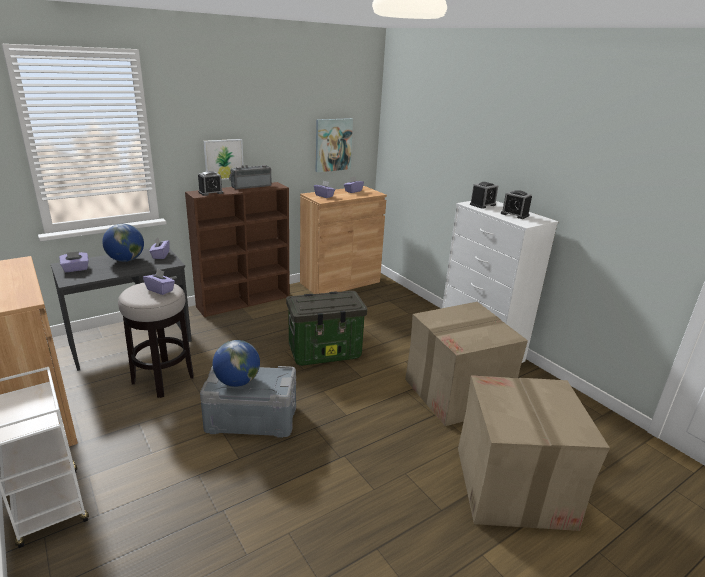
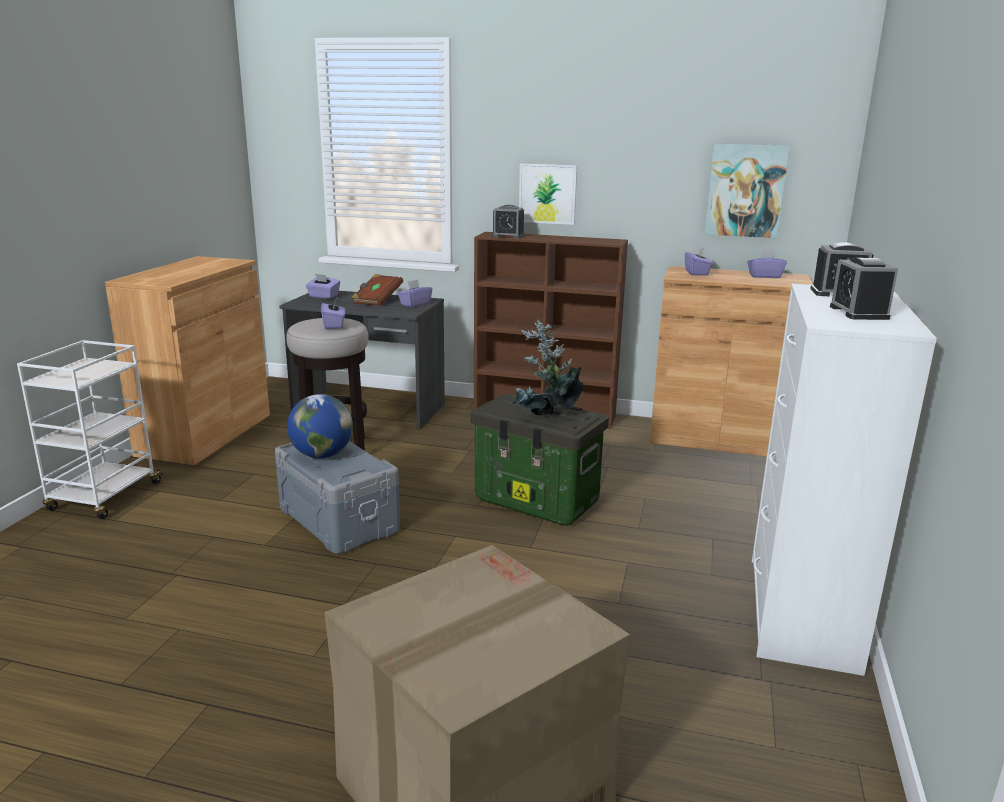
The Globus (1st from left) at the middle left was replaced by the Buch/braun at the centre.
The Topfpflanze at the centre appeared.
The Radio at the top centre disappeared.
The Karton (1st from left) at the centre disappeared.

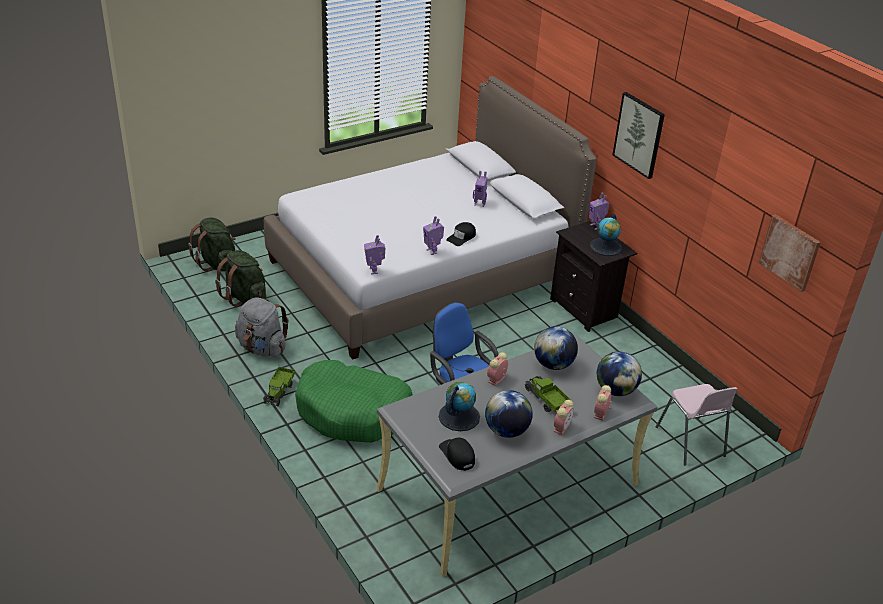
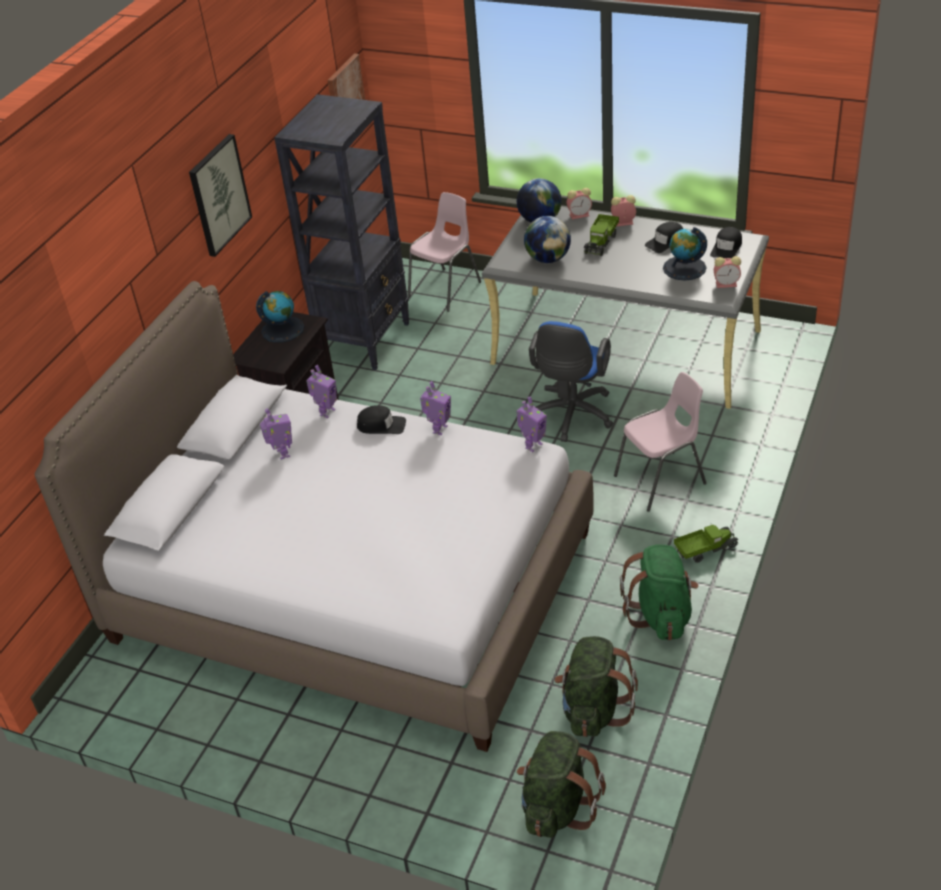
The Bücherregal/schwarz at the top centre appeared.
The Spielzeugroboter (4th from left in the first image) moved from the middle right to the centre.
The Hundebett/grün at the centre was replaced by the Stuhl/rosa (2nd from left) at the middle right.
The Rucksack/grau at the middle left became the Rucksack/grün (3rd from left) at the middle right.
The Globus (2nd from left) at the bottom centre was replaced by the Kappe/schwarz (2nd from left) at the top right.
The Wecker (1st from left in the first image) moved from the centre to the top right.

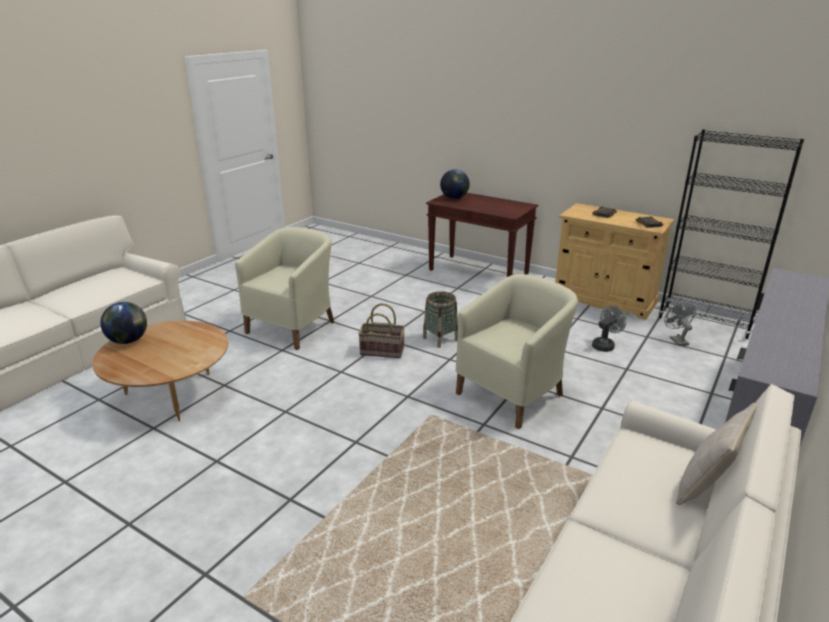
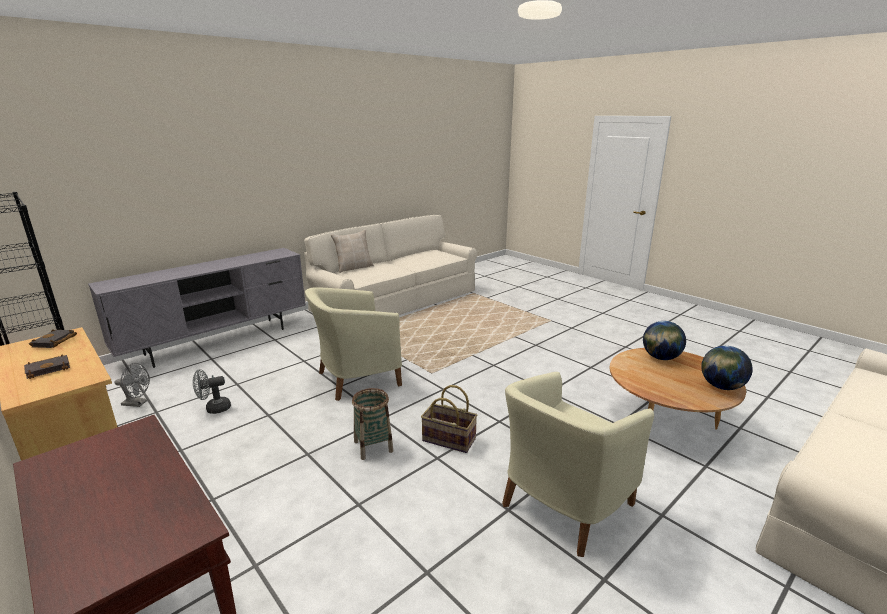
The Ventilator/grau (2nd from left in the first image) at the middle right turned 90 degrees counterclockwise.
The Globus (2nd from left in the first image) moved from the top centre to the middle right.

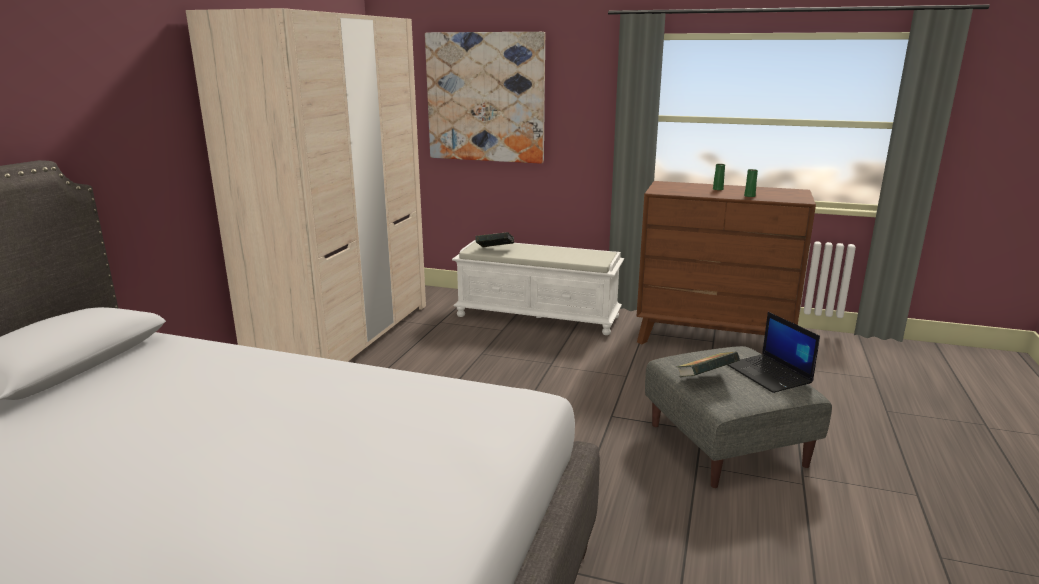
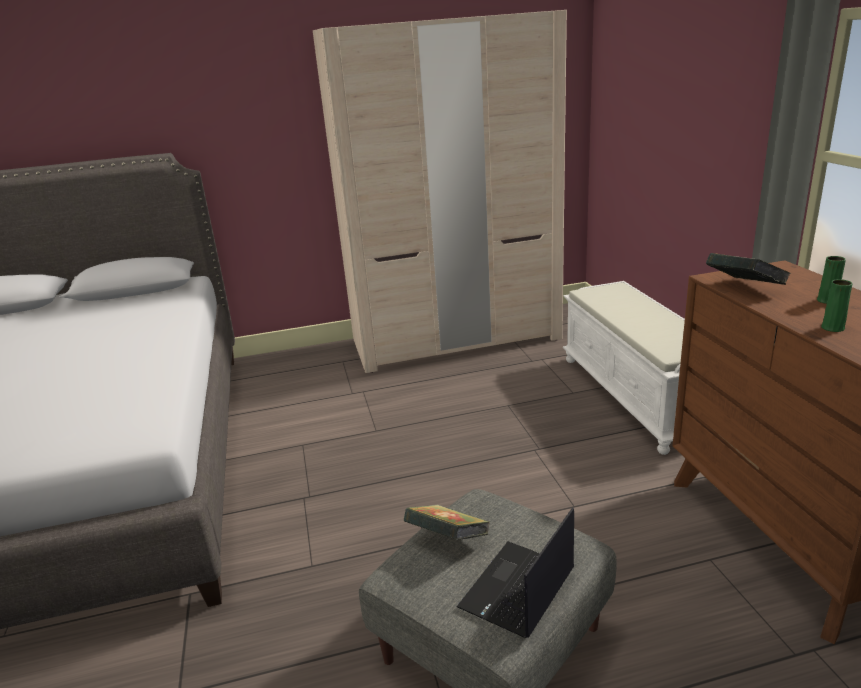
The Buch (1st from left in the first image) moved from the centre to the middle right.
The Bild at the top centre disappeared.

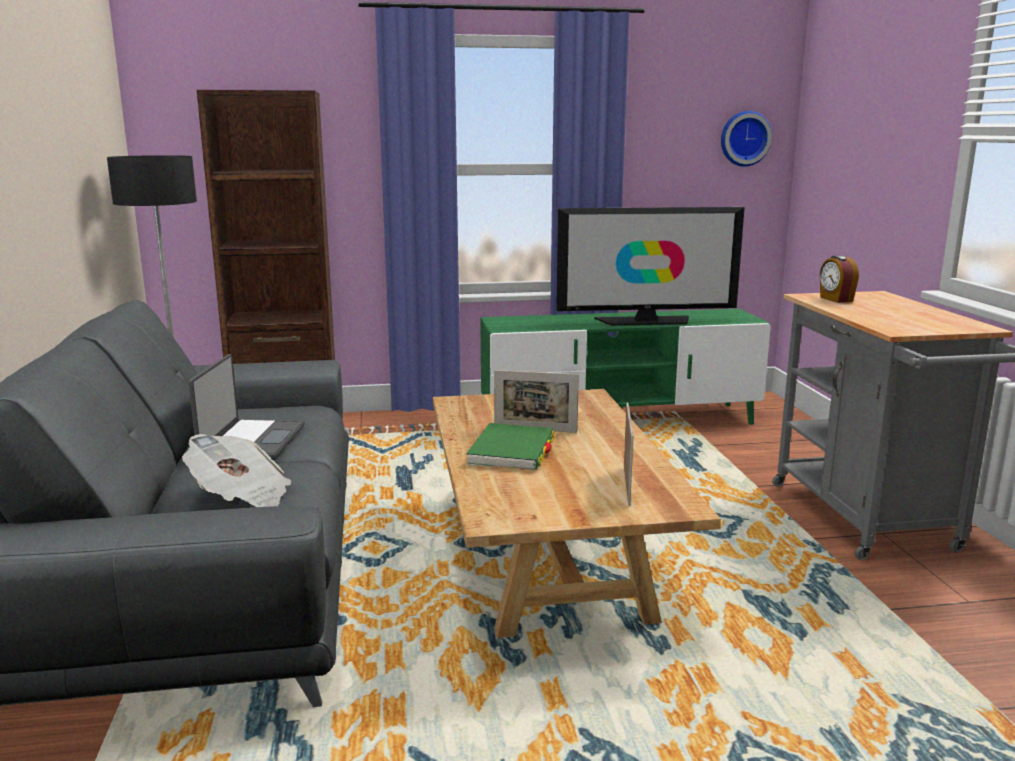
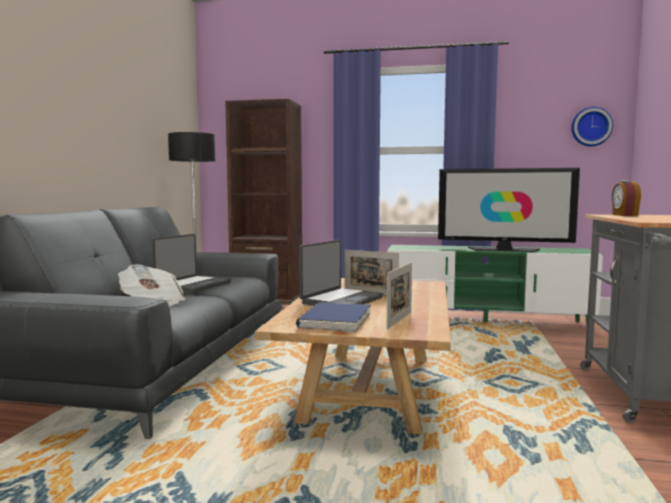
The Buch/blau at the centre appeared.
The Buch/grün at the centre was replaced by the Laptop (2nd from left) at the centre.

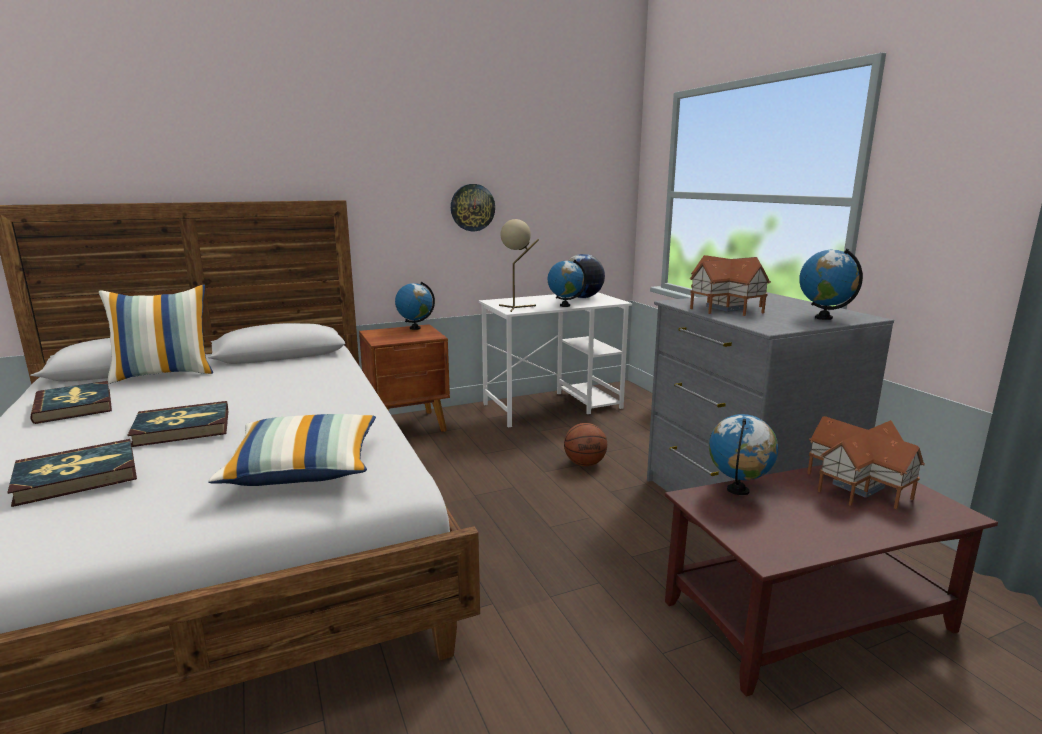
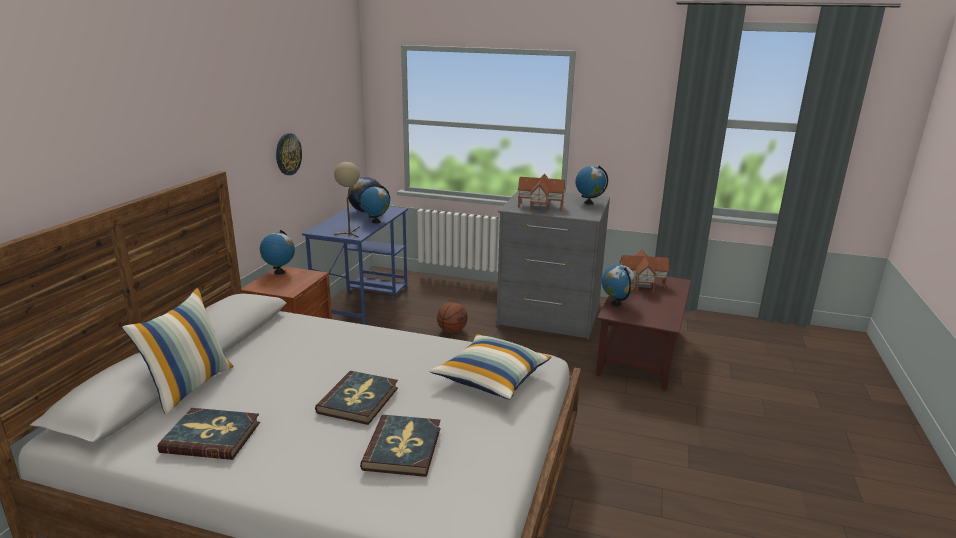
The Schreibtisch/weiß at the centre became the Schreibtisch/blau at the centre.

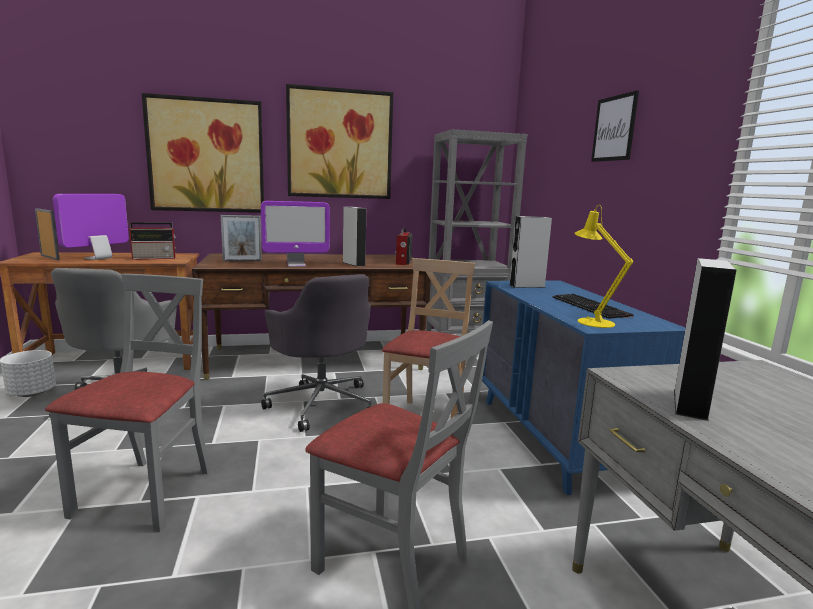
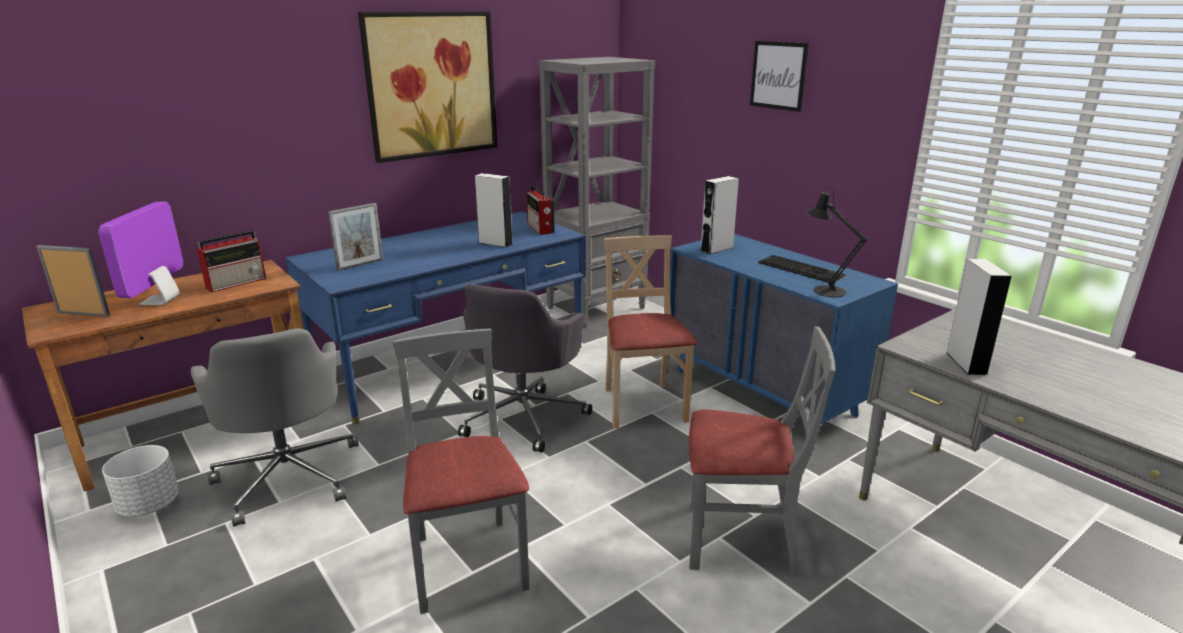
The Schreibtisch/braun (2nd from left) at the centre became the Schreibtisch/blau at the centre.
The Bürostuhl/grau (2nd from left) at the centre turned 75 degrees clockwise.
The Tischlampe/gelb at the middle right became the Tischlampe/schwarz at the middle right.
The Bild (1st from left) at the top left disappeared.
The Monitor (2nd from left) at the centre disappeared.

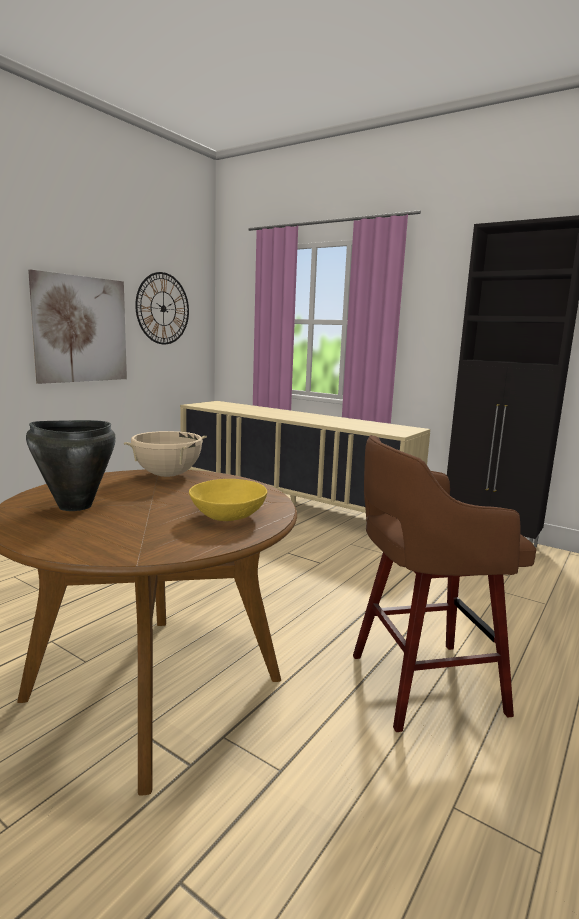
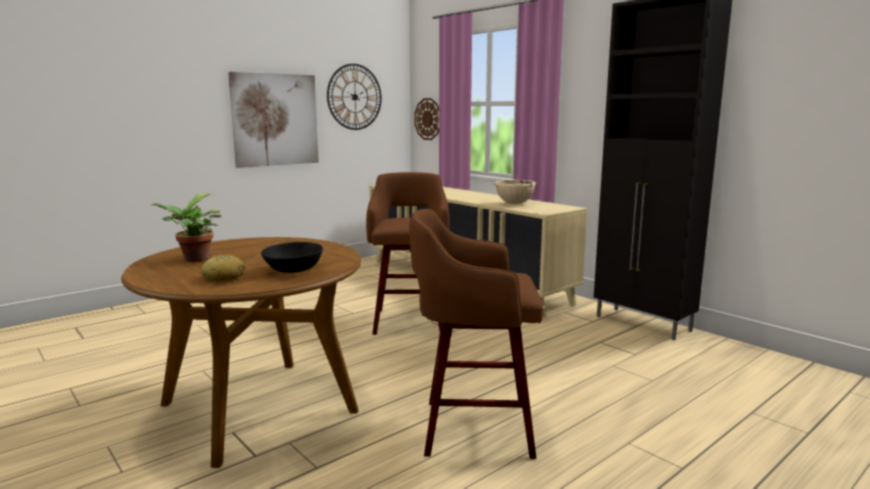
The Kochtopf/schwarz at the middle left was replaced by the Topfpflanze at the middle left.
The Brot at the middle left appeared.
The Schüssel/gelb at the centre became the Schüssel/schwarz at the centre.
The Hocker/braun (1st from left) at the centre appeared.
The Wanduhr (2nd from left) at the top centre appeared.
The Kochtopf/beige moved from the middle left to the centre.

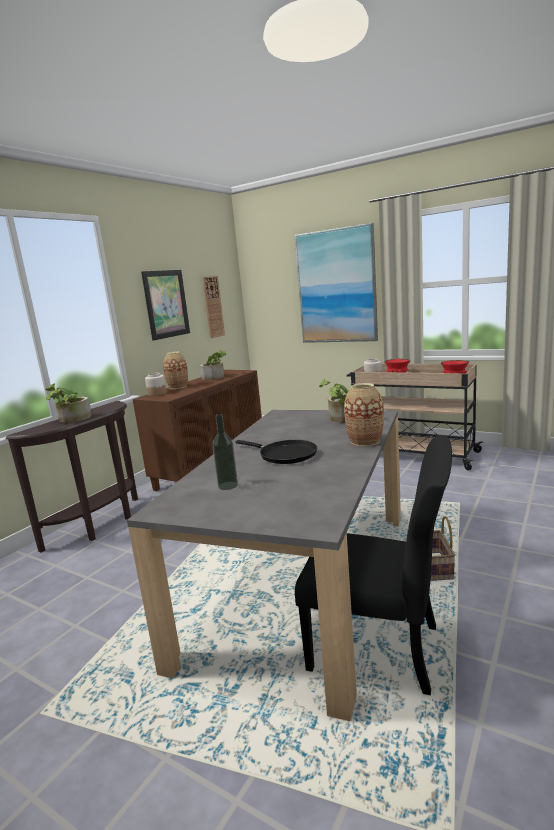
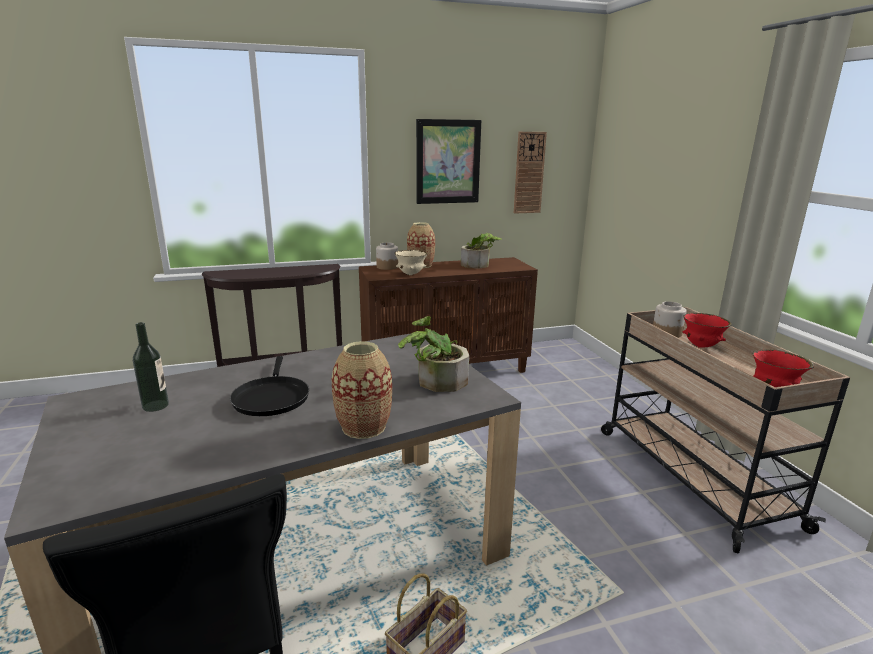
The Schüssel/beige at the centre appeared.
The Topfpflanze (1st from left) at the middle left disappeared.
The Bild (2nd from left) at the centre disappeared.

